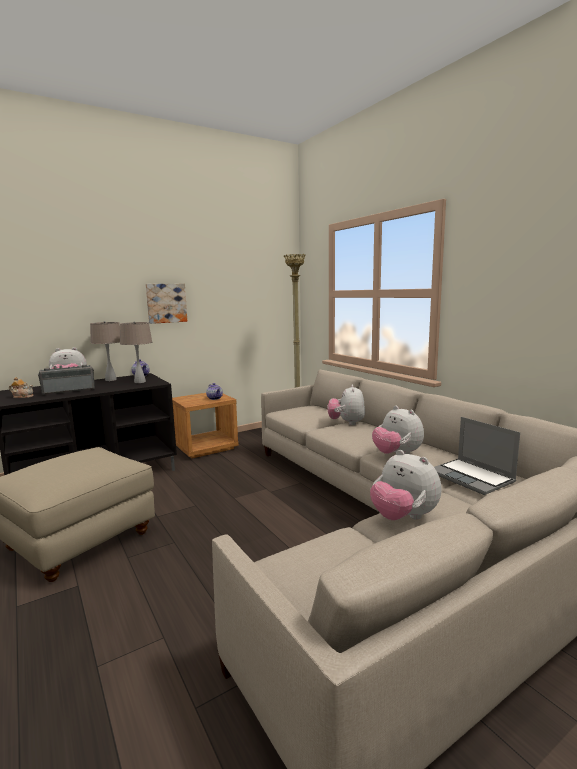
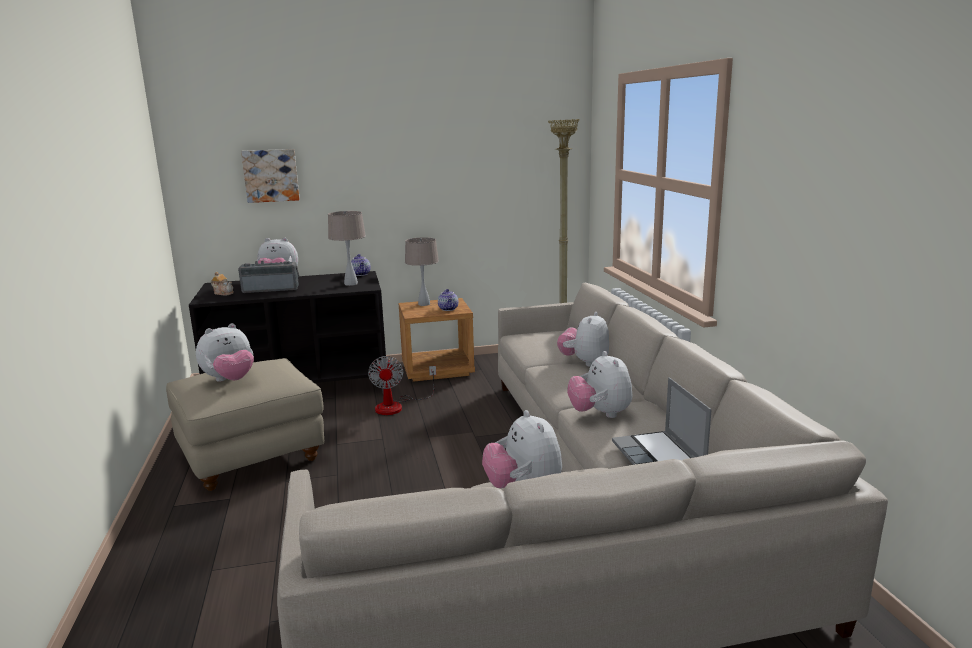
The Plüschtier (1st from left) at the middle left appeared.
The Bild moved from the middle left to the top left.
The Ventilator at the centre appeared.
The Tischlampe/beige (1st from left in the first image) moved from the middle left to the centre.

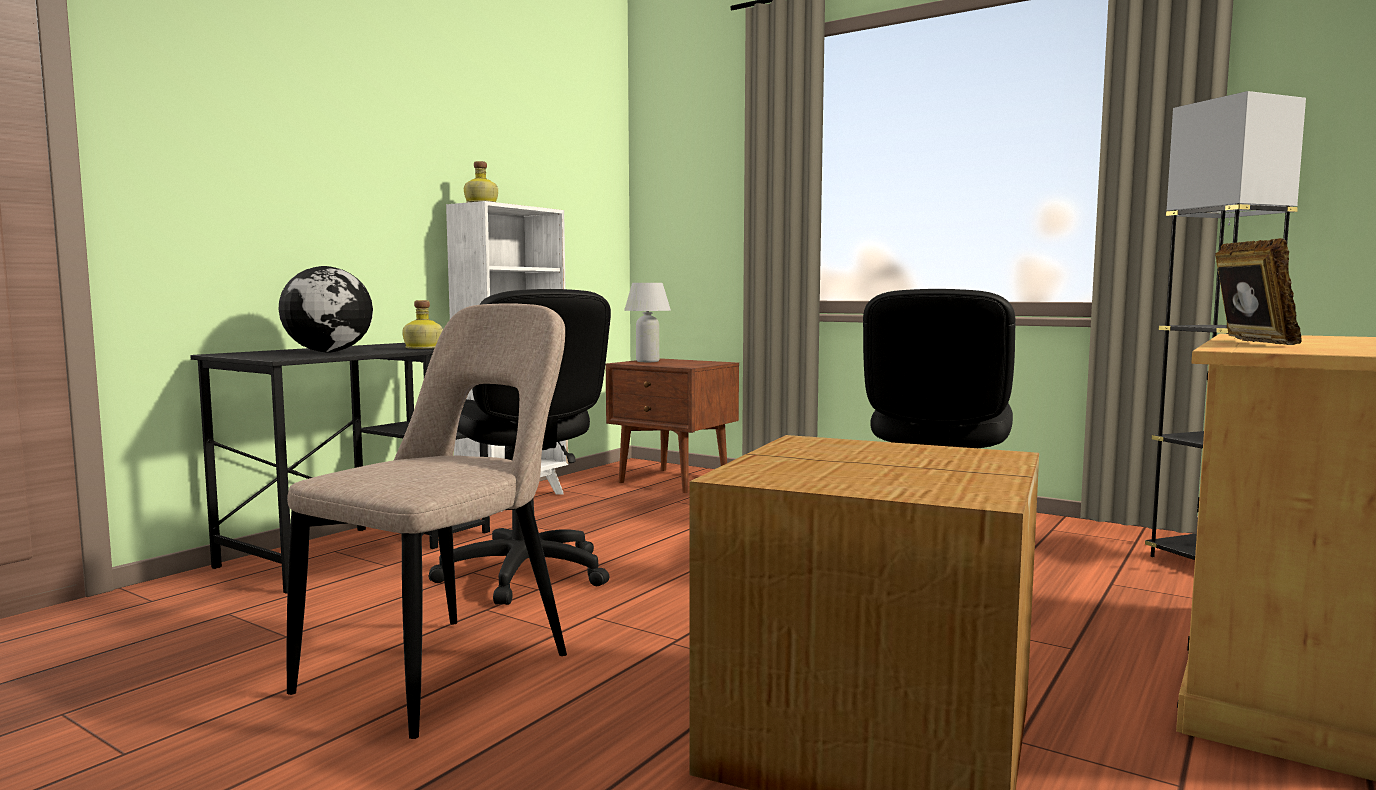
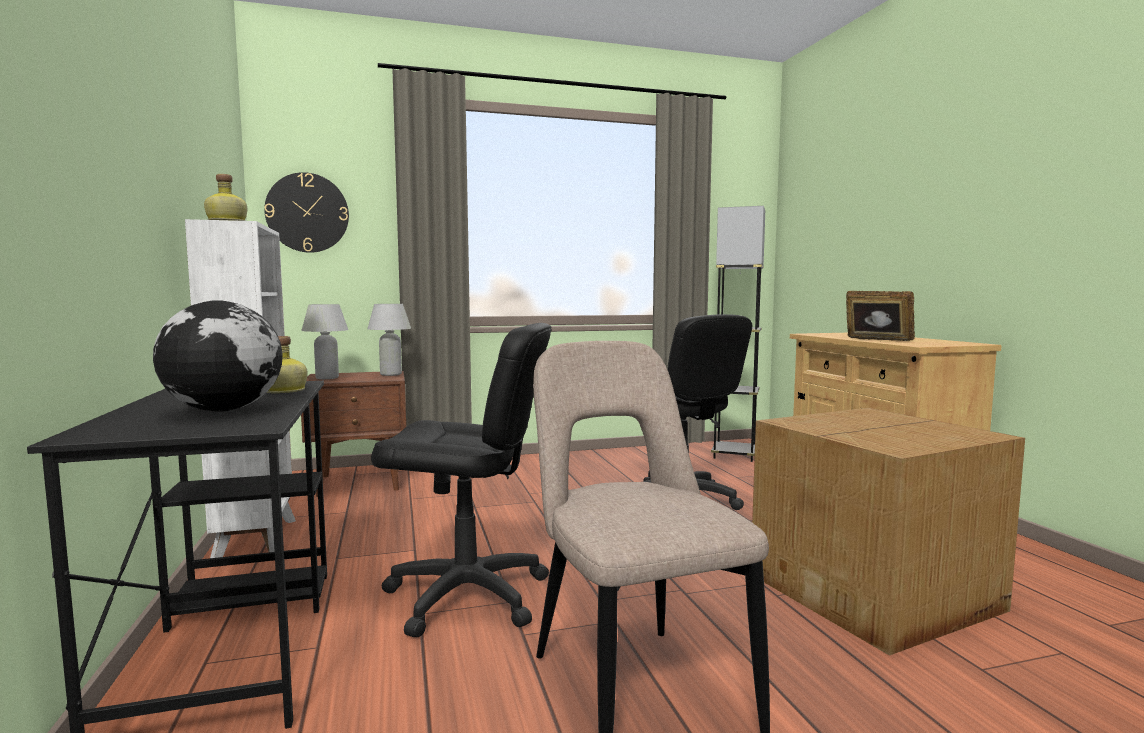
The Wanduhr at the top left appeared.
The Tischlampe/weiß (2nd from left) at the centre appeared.

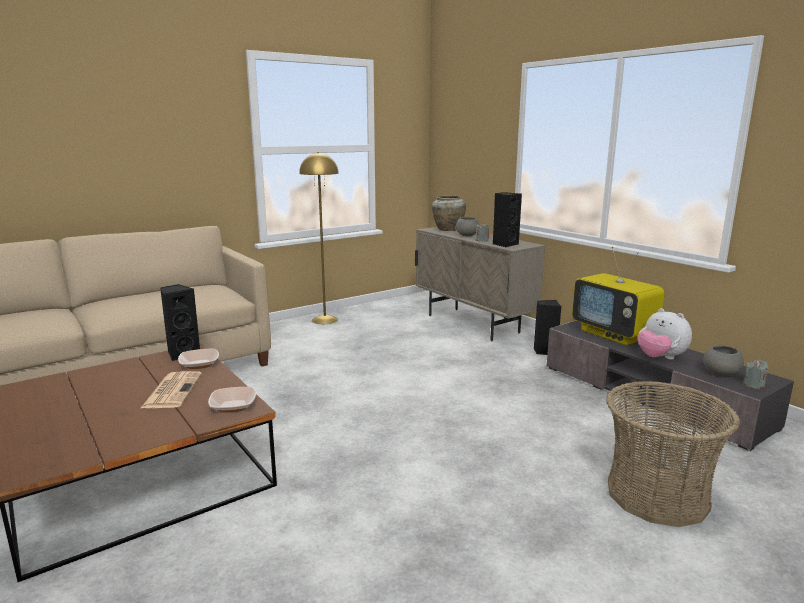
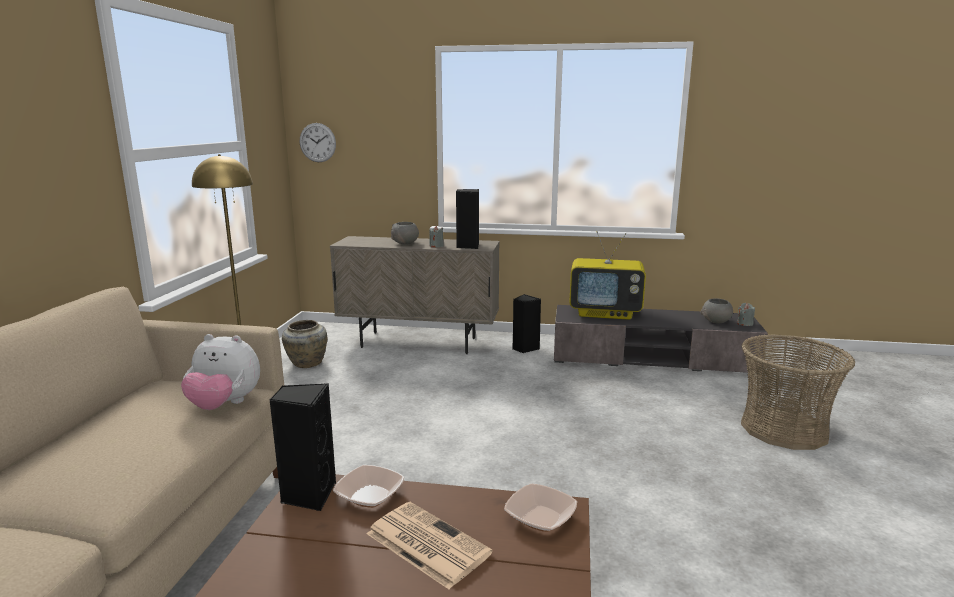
The Plüschtier moved from the middle right to the middle left.
The Vase/beige moved from the centre to the middle left.
The Wanduhr at the top centre appeared.

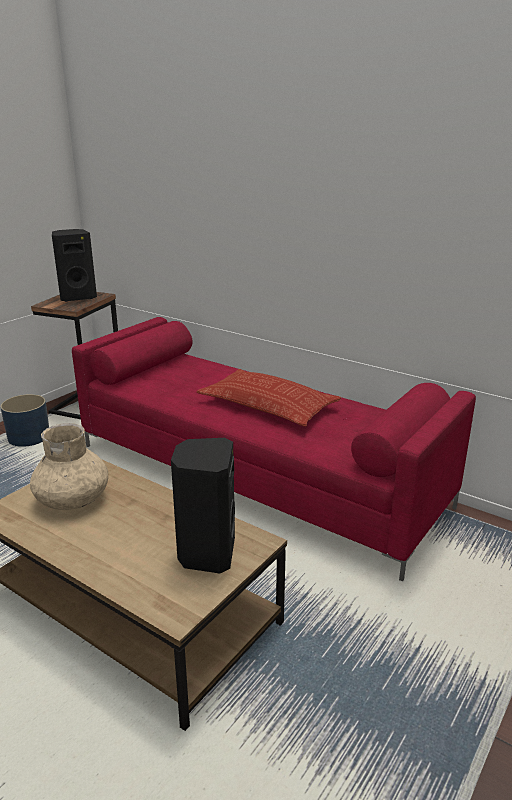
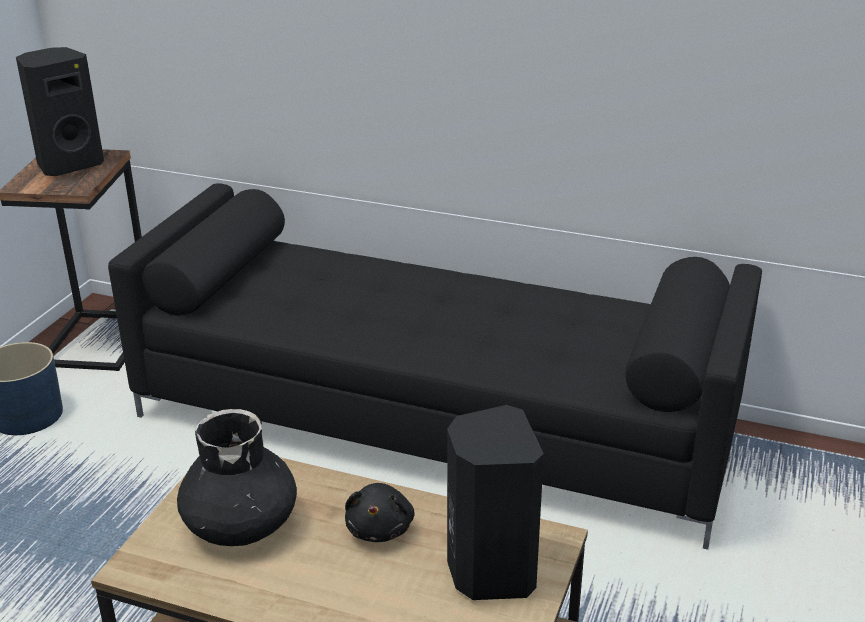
The Sofa/rot at the centre became the Sofa/schwarz at the centre.
The Vase/beige at the middle left became the Vase/schwarz at the bottom left.
The Plüschtier/schwarz at the bottom centre appeared.
The Kissen at the centre disappeared.

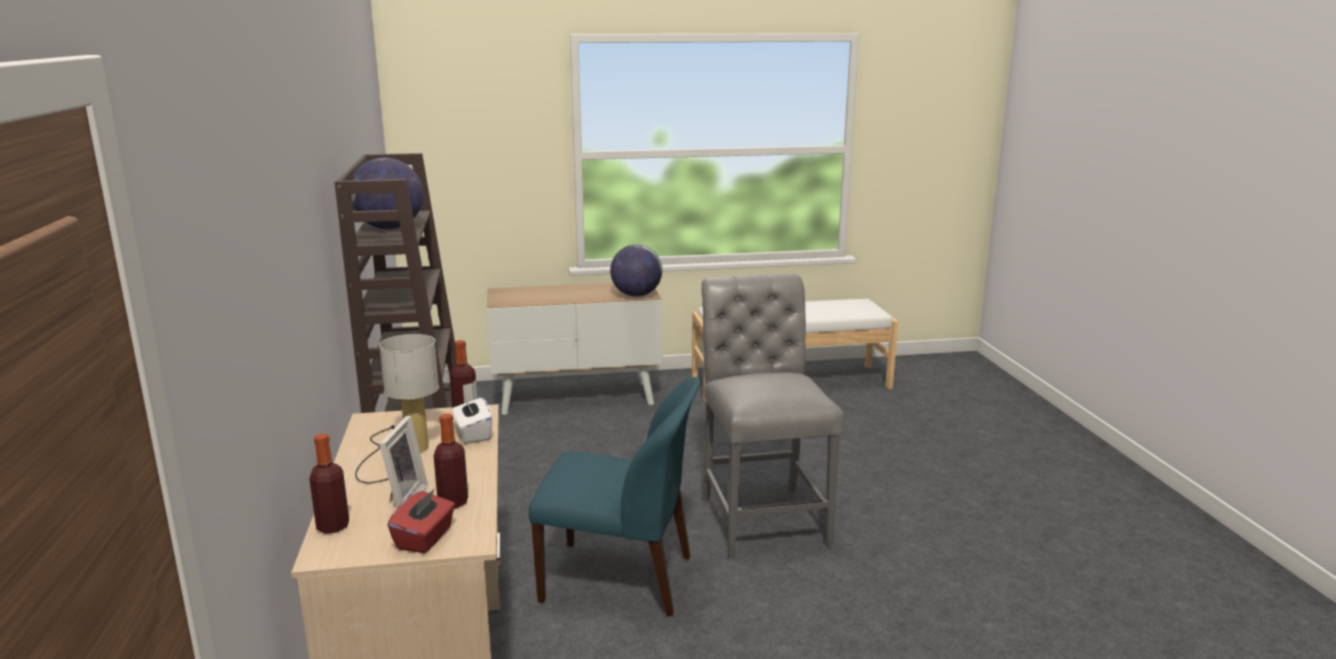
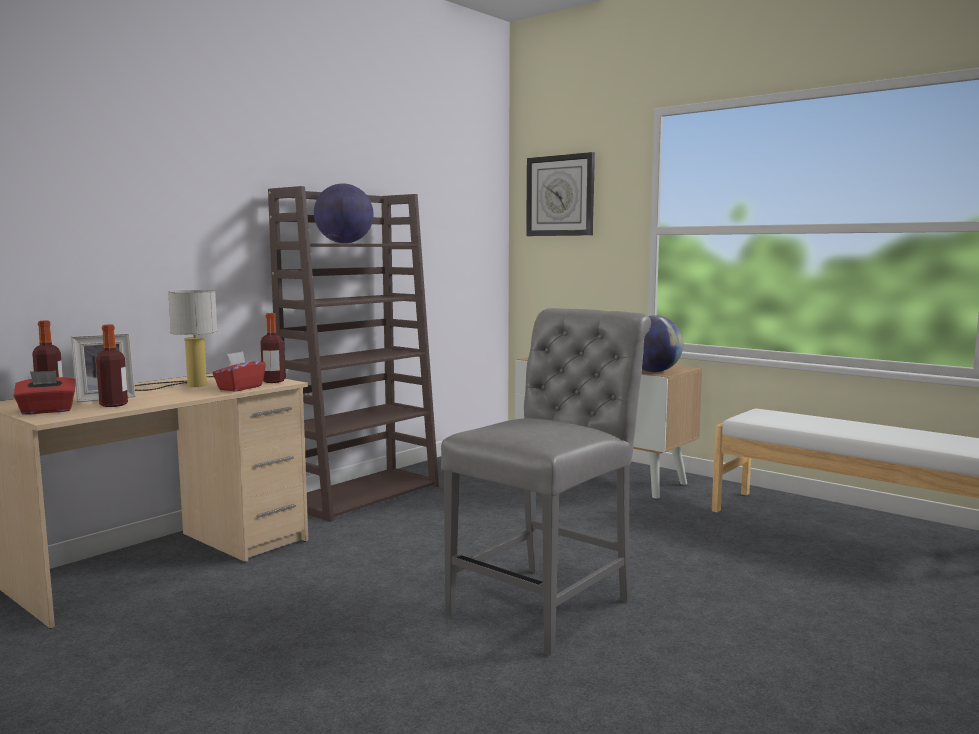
The Taschentuchbox/weiß at the centre became the Taschentuchbox/rot (2nd from left) at the middle left.
The Wanduhr at the top centre appeared.
The Stuhl/blau at the bottom centre disappeared.

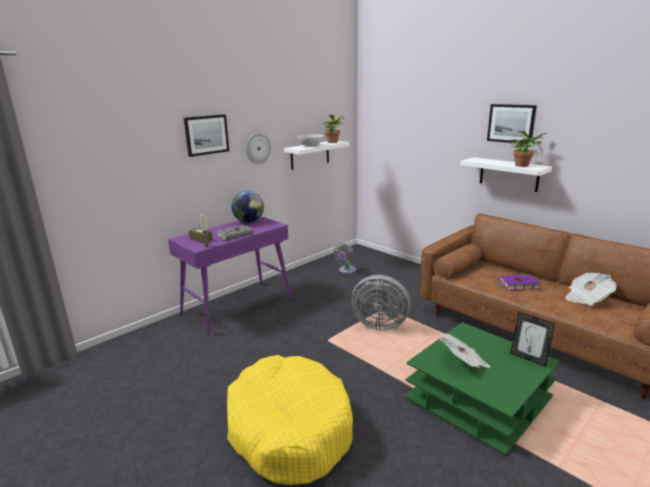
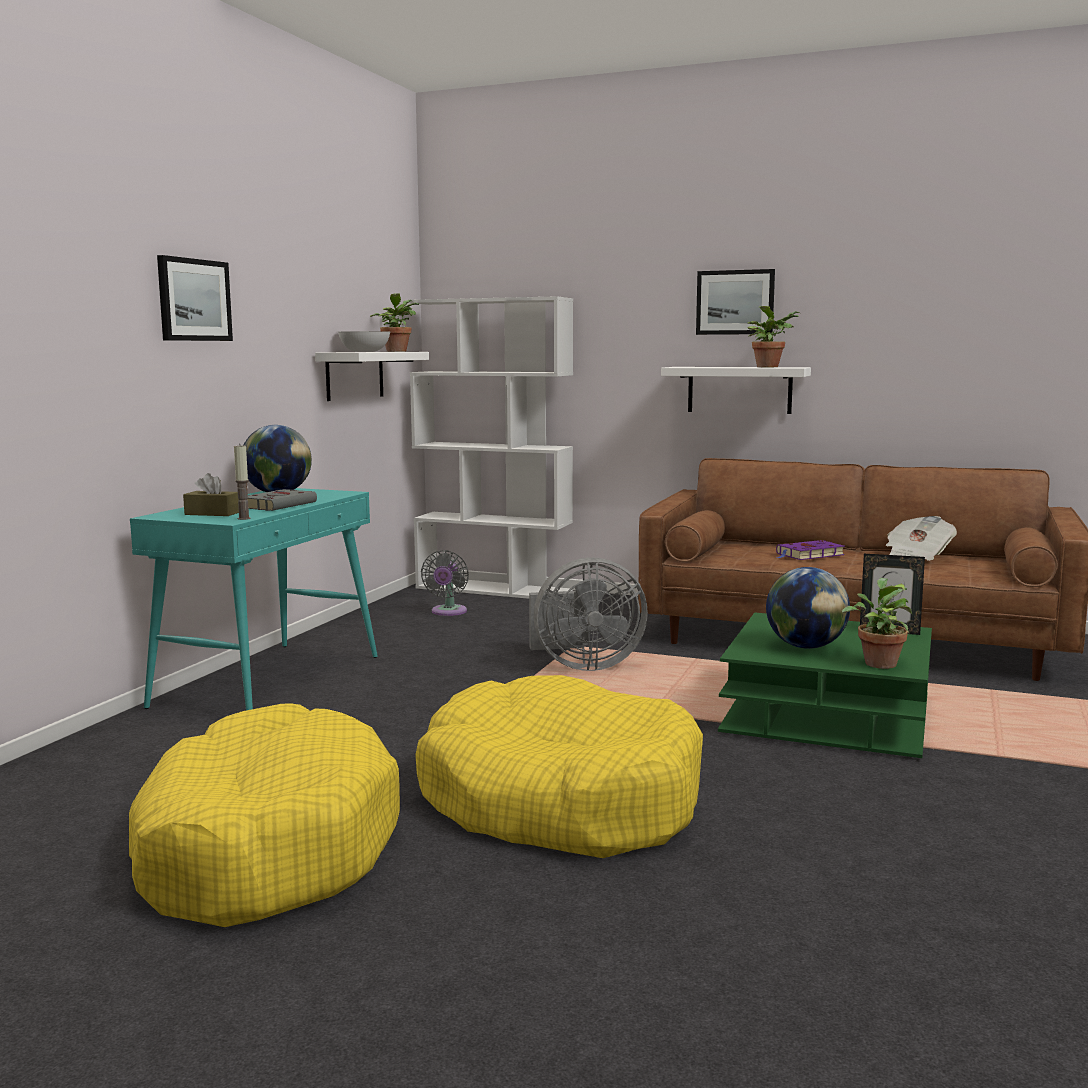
The Hundebett/gelb (1st from left) at the bottom left appeared.
The Konsolentisch/lila at the centre became the Konsolentisch/türkis at the middle left.
The Bücherregal/weiß at the centre appeared.
The Zeitung (1st from left) at the bottom right was replaced by the Globus (2nd from left) at the middle right.
The Topfpflanze (3rd from left) at the middle right appeared.
The Wanduhr at the top centre disappeared.

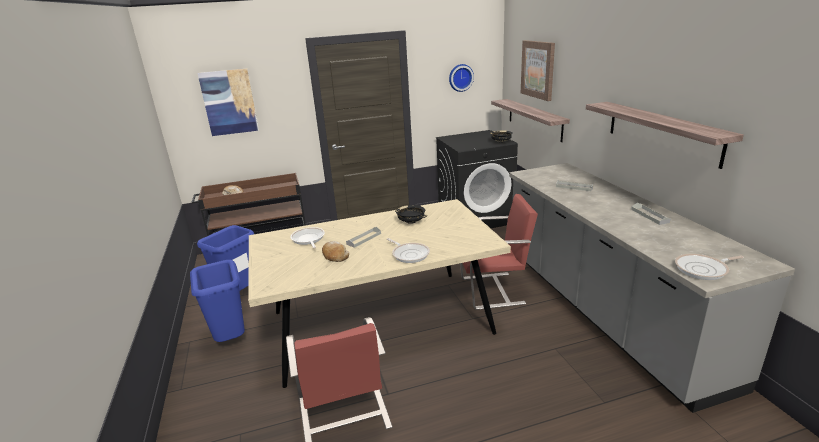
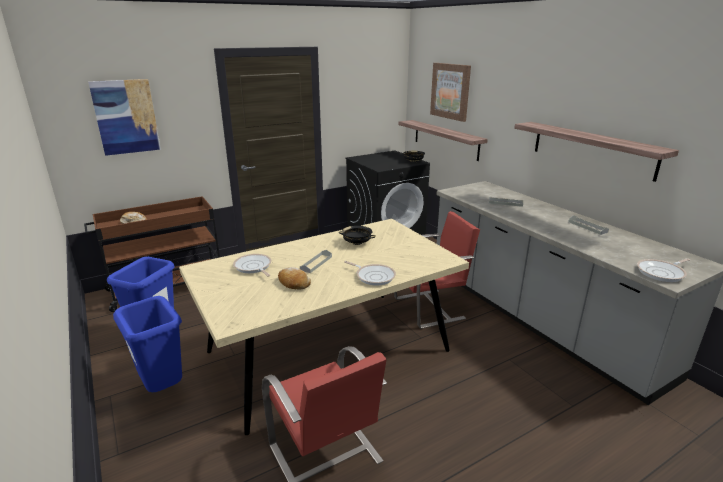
The Wanduhr at the top centre disappeared.

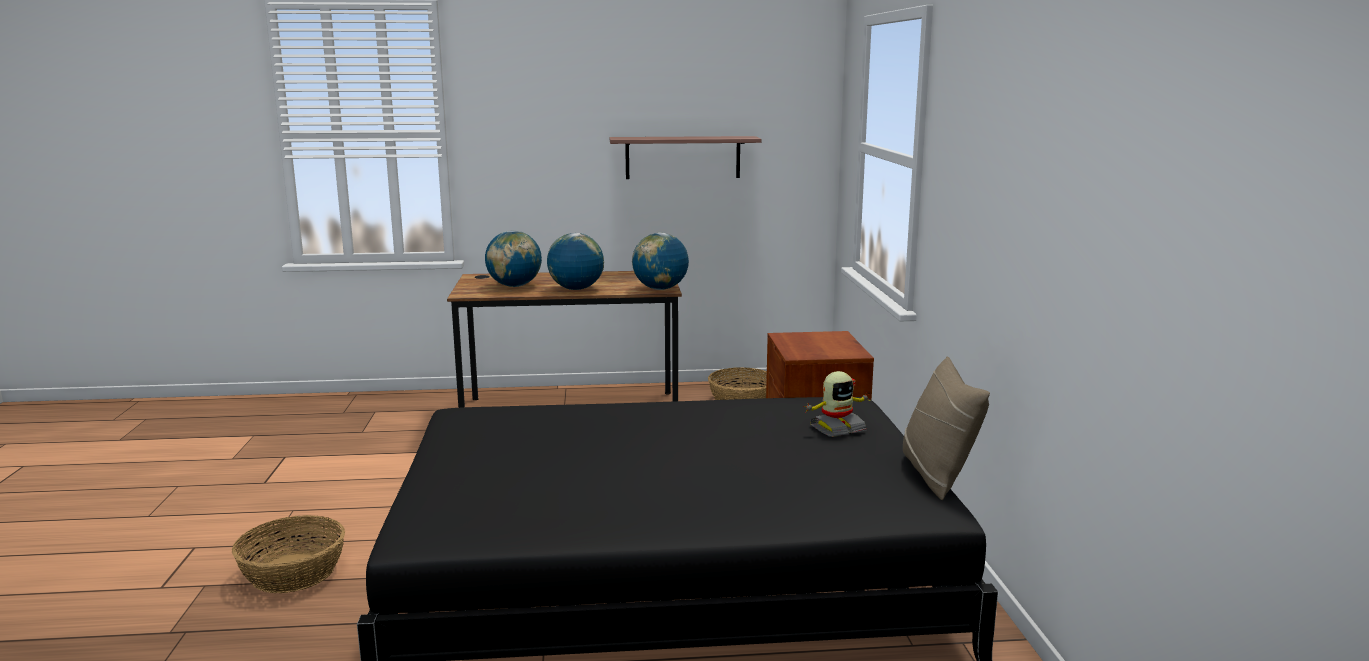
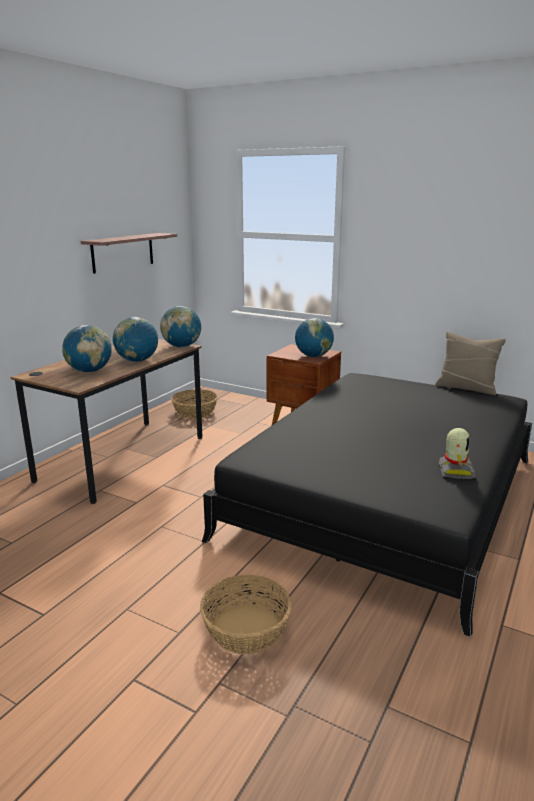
The Globus (4th from left) at the centre appeared.
The Spielzeugroboter moved from the centre to the middle right.

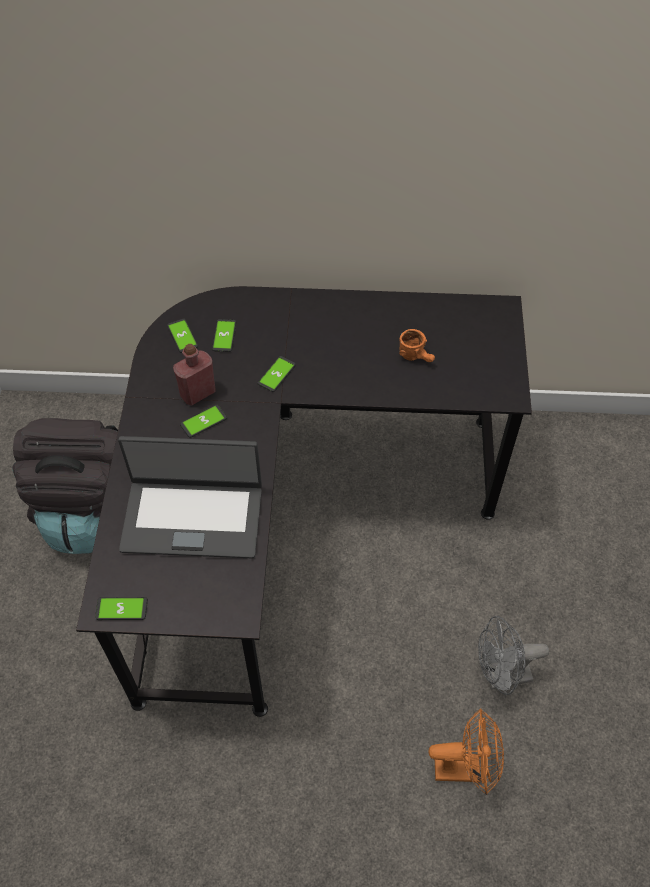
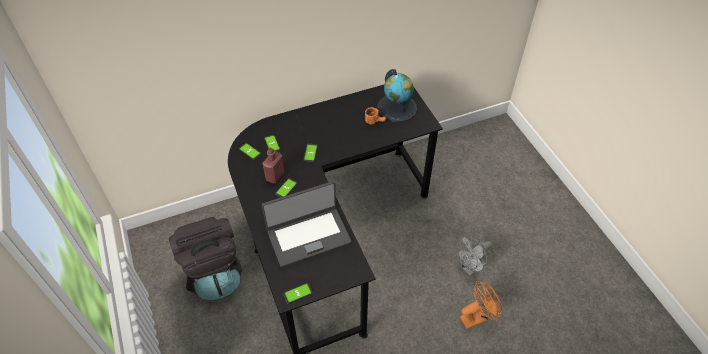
The Globus at the top centre appeared.

